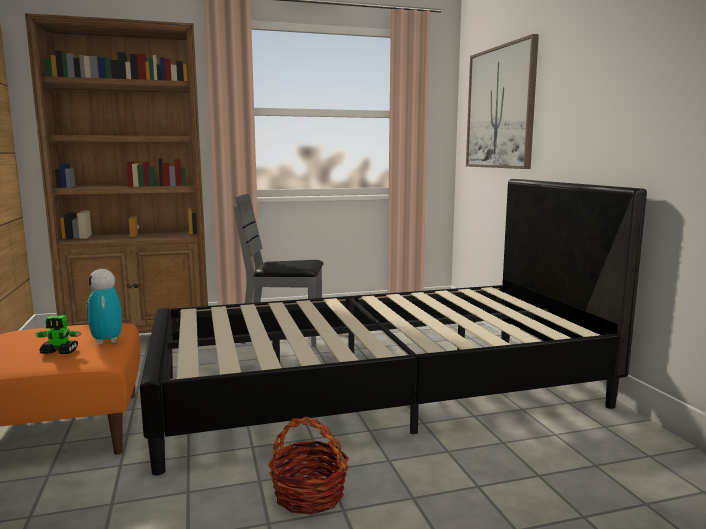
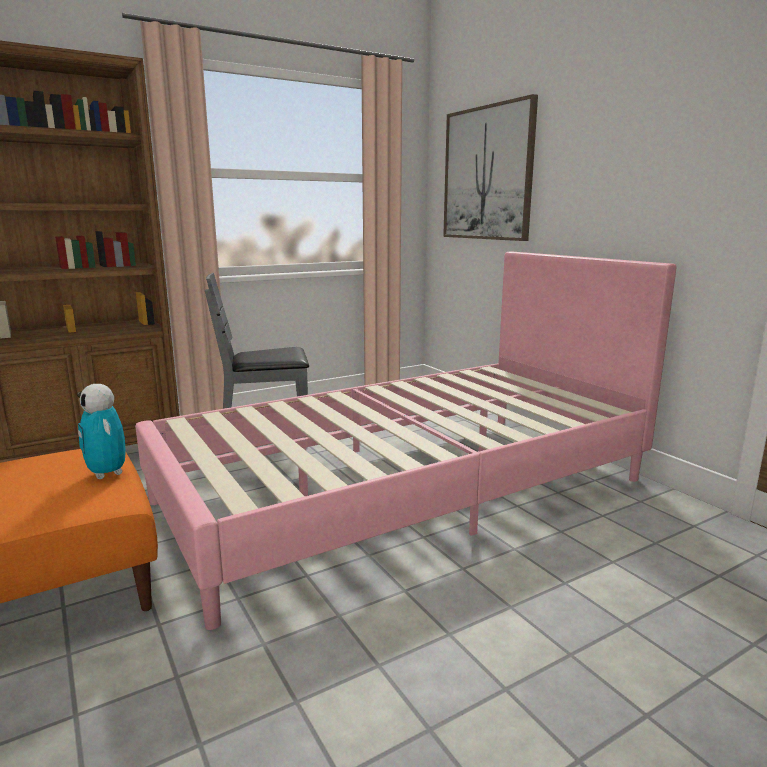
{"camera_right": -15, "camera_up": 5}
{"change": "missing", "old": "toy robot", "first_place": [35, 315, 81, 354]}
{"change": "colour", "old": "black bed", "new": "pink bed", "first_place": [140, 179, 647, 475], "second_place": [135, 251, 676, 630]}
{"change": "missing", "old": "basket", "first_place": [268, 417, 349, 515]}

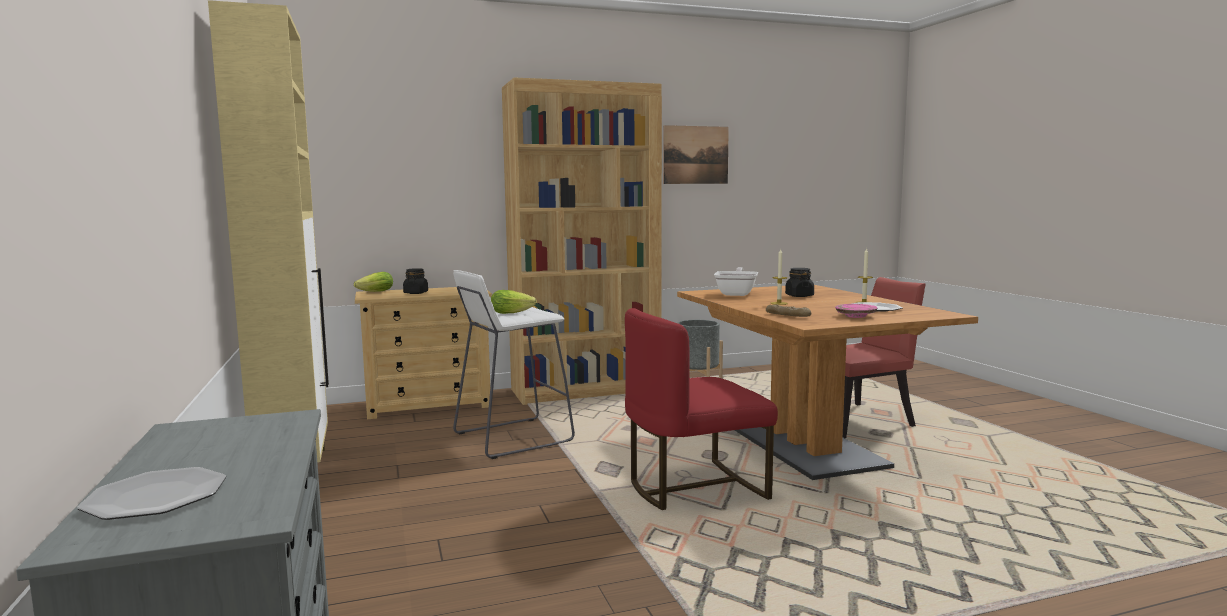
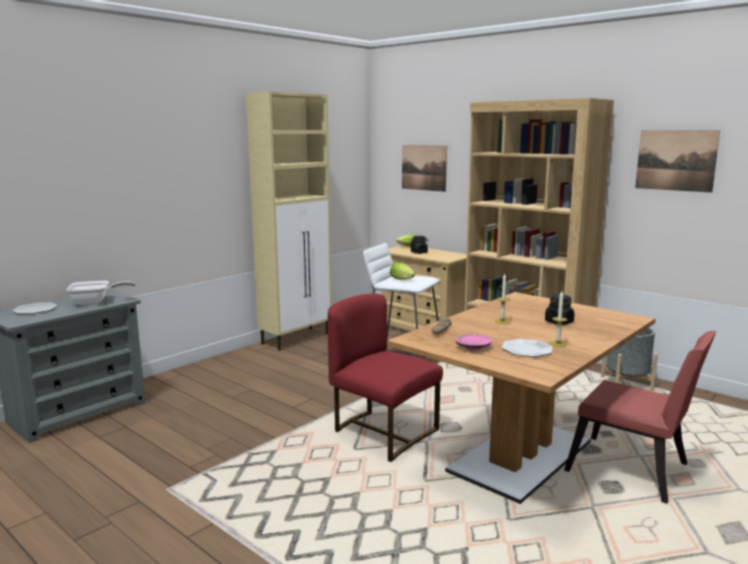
{"camera_right": 60, "camera_up": 5}
{"change": "relocated", "old": "frying pan", "first_place": [714, 267, 758, 296], "second_place": [67, 281, 136, 306]}
{"change": "appeared", "new": "picture", "second_place": [402, 145, 447, 192]}

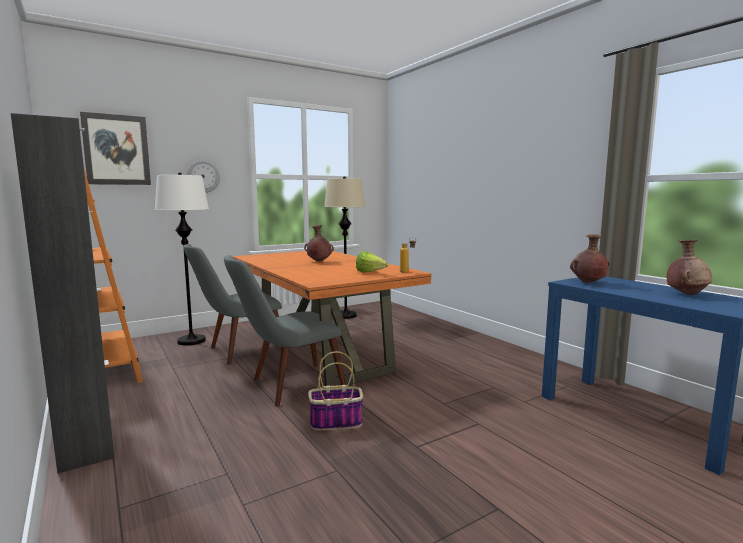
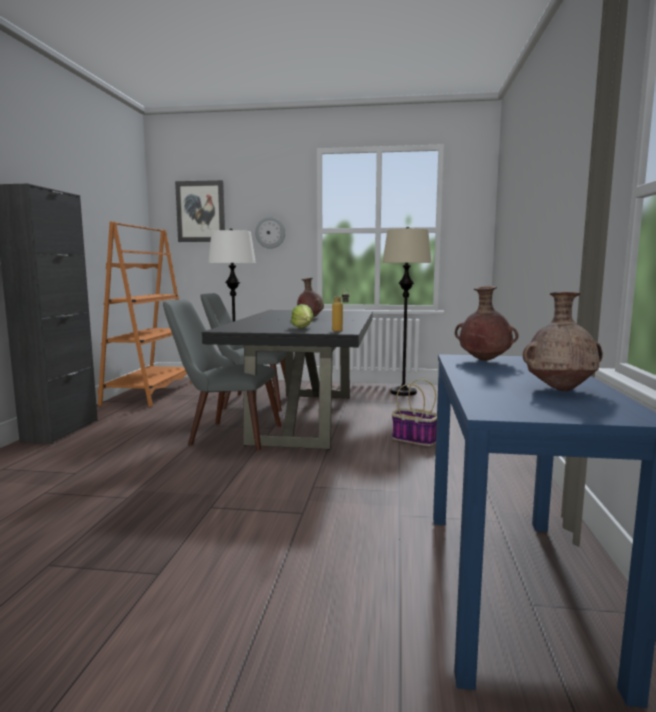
{"camera_right": 40, "camera_up": 0}
{"change": "colour", "old": "orange dining table", "new": "black dining table", "first_place": [233, 251, 431, 386], "second_place": [202, 310, 373, 450]}
{"change": "relocated", "old": "basket", "first_place": [308, 351, 363, 431], "second_place": [392, 379, 437, 446]}

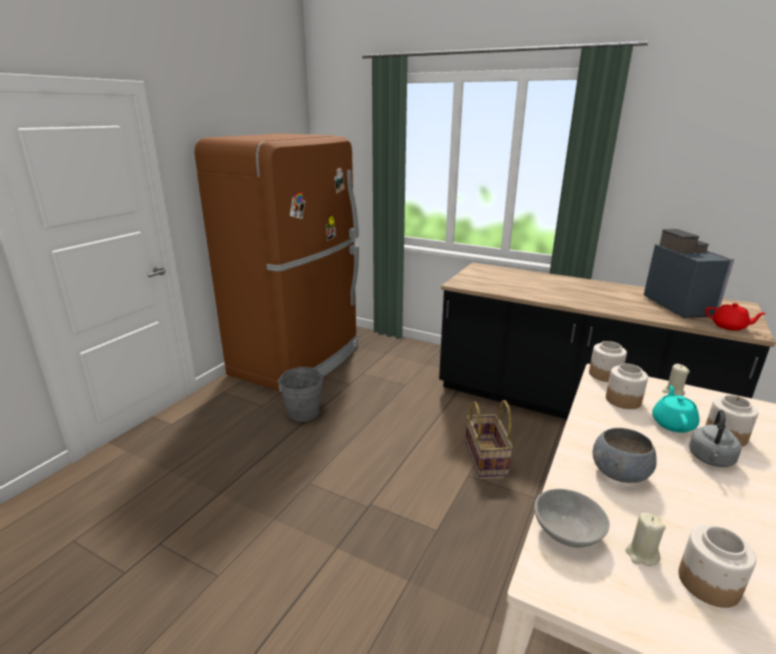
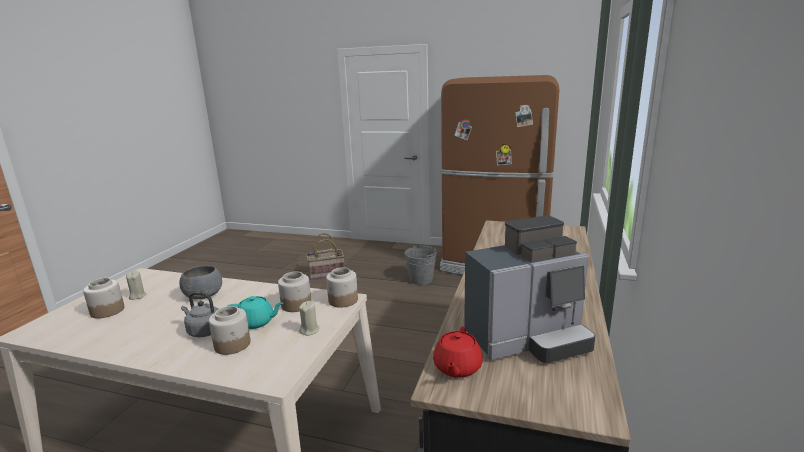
{"camera_right": 80, "camera_up": -5}
{"change": "relocated", "old": "basket", "first_place": [465, 400, 513, 477], "second_place": [306, 233, 345, 280]}
{"change": "missing", "old": "grey bowl", "first_place": [534, 489, 609, 548]}

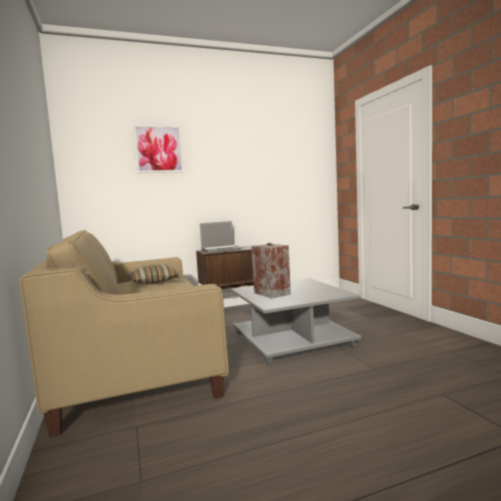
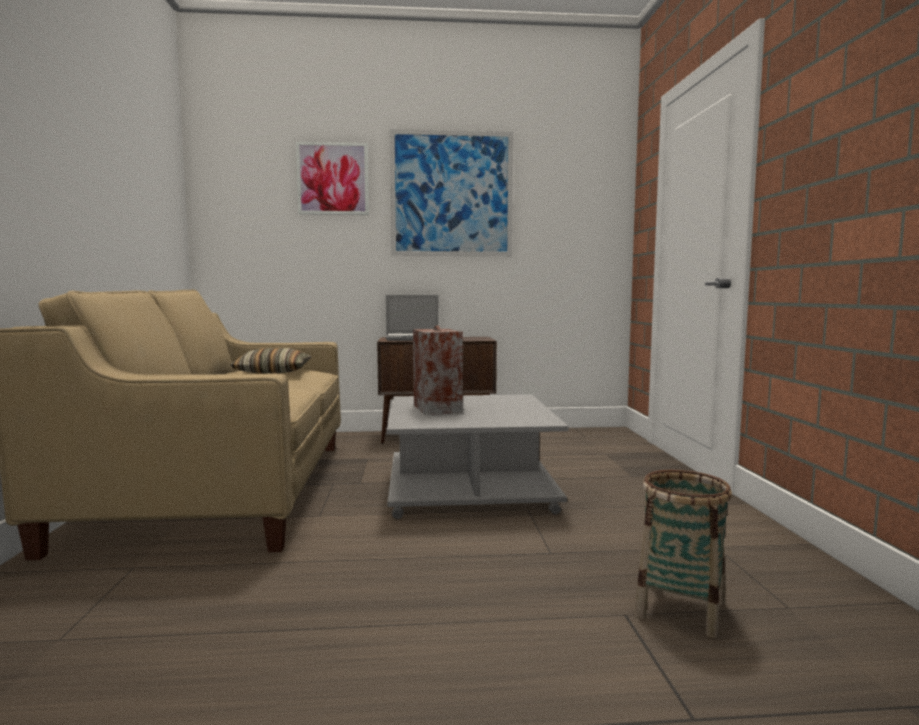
{"camera_right": 15, "camera_up": 0}
{"change": "appeared", "new": "picture", "second_place": [390, 129, 513, 256]}
{"change": "appeared", "new": "basket", "second_place": [634, 470, 732, 638]}

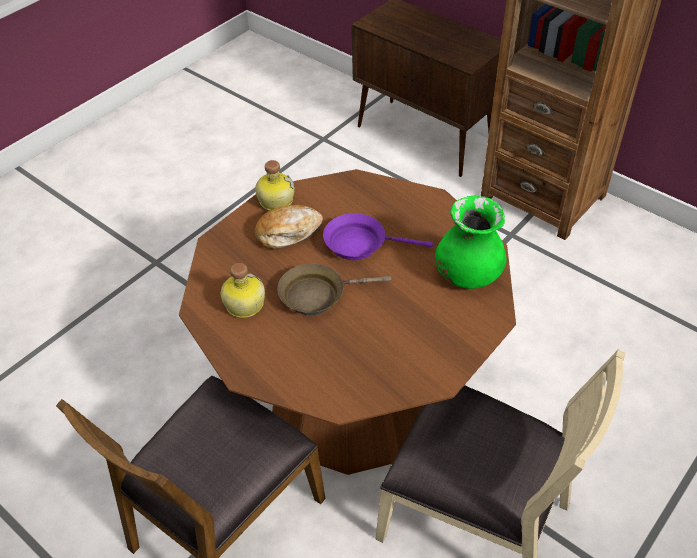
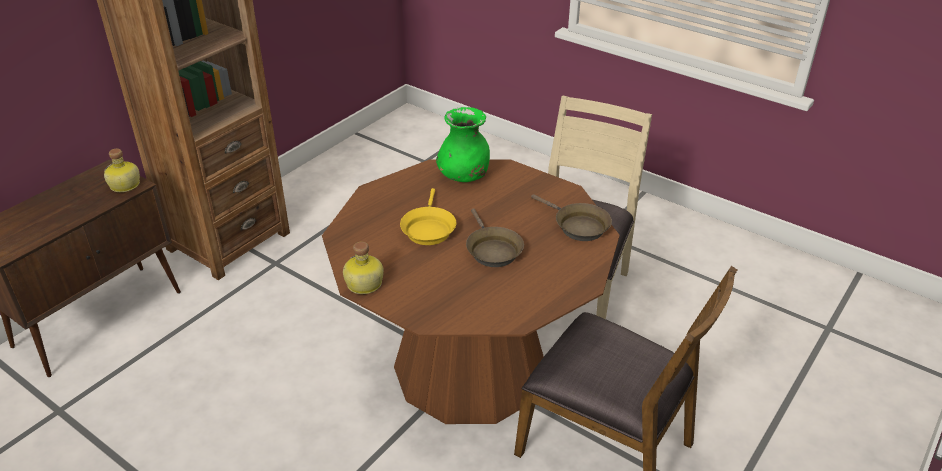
{"camera_right": -95, "camera_up": -10}
{"change": "relocated", "old": "bottle", "first_place": [221, 263, 265, 318], "second_place": [104, 149, 140, 192]}
{"change": "missing", "old": "bread", "first_place": [255, 205, 323, 249]}
{"change": "colour", "old": "purple frying pan", "new": "yellow frying pan", "first_place": [323, 213, 433, 260], "second_place": [400, 188, 456, 245]}
{"change": "appeared", "new": "brown frying pan", "second_place": [531, 194, 612, 241]}

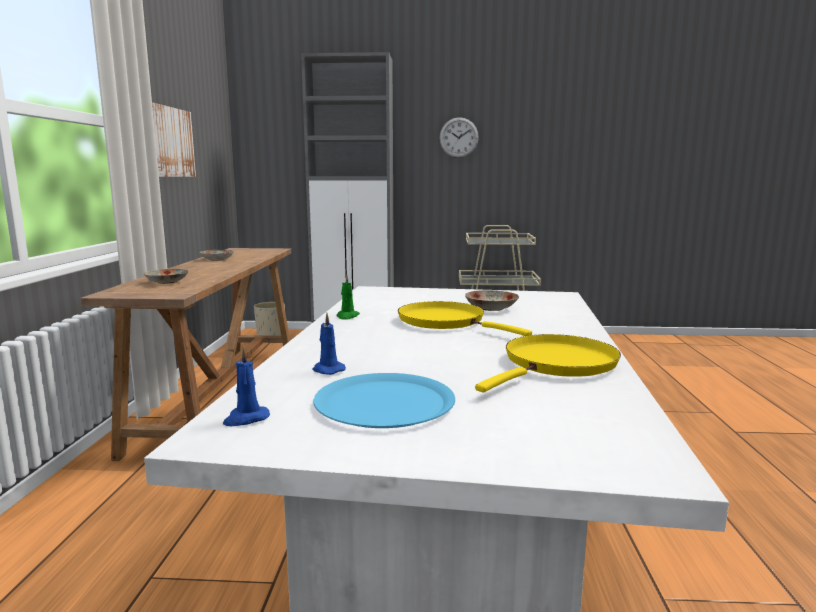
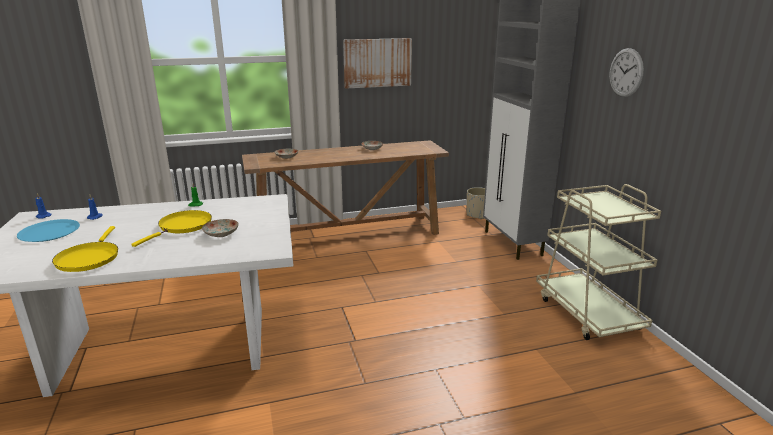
{"camera_right": 70, "camera_up": 10}
{"change": "spun", "old": "yellow frying pan", "first_place": [475, 334, 621, 392], "second_place": [52, 226, 118, 272], "degrees": 60}

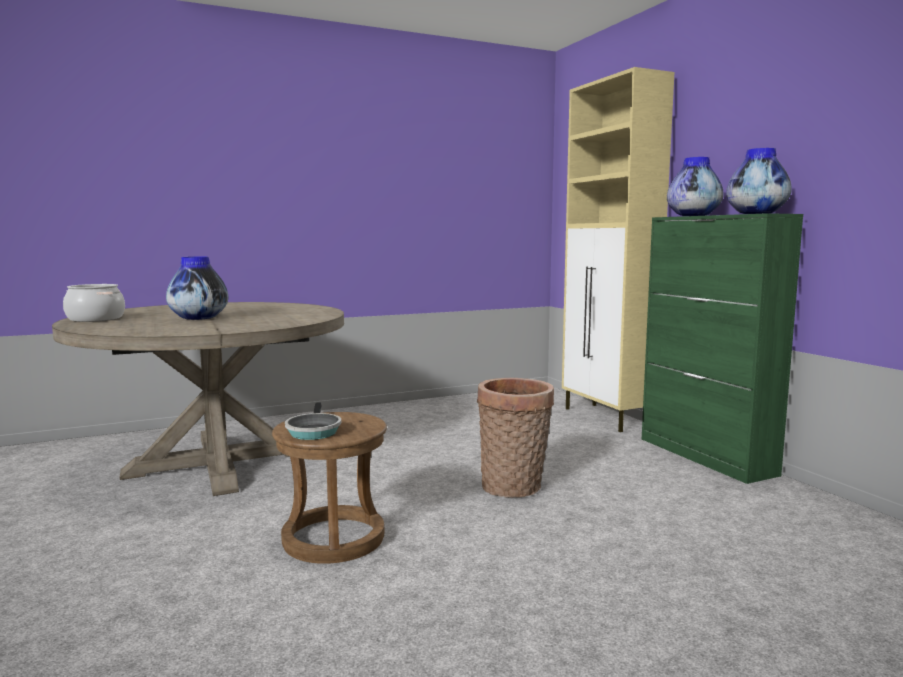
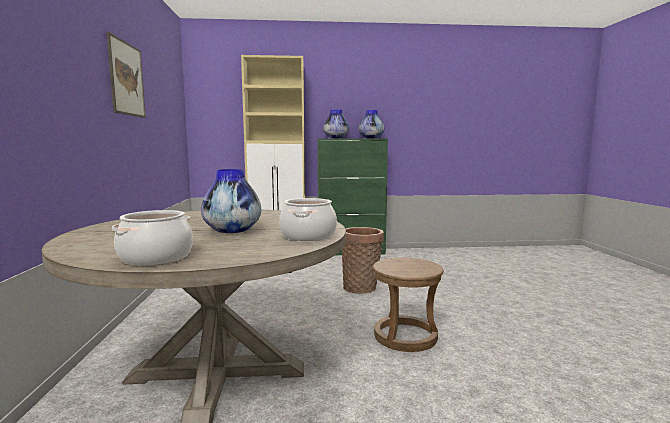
{"camera_right": -70, "camera_up": 0}
{"change": "missing", "old": "frying pan", "first_place": [285, 402, 341, 440]}
{"change": "appeared", "new": "picture", "second_place": [106, 32, 146, 118]}
{"change": "appeared", "new": "cooking pot", "second_place": [279, 198, 337, 241]}

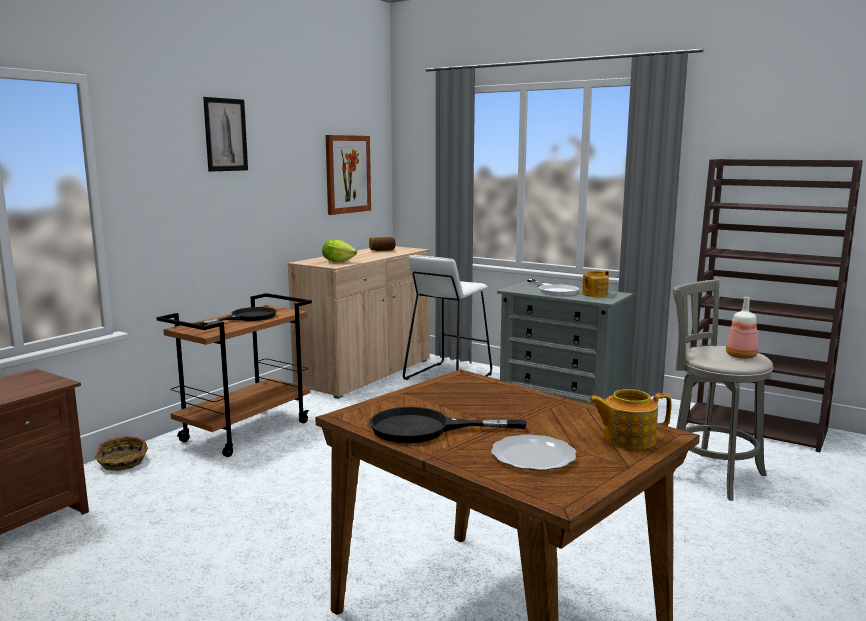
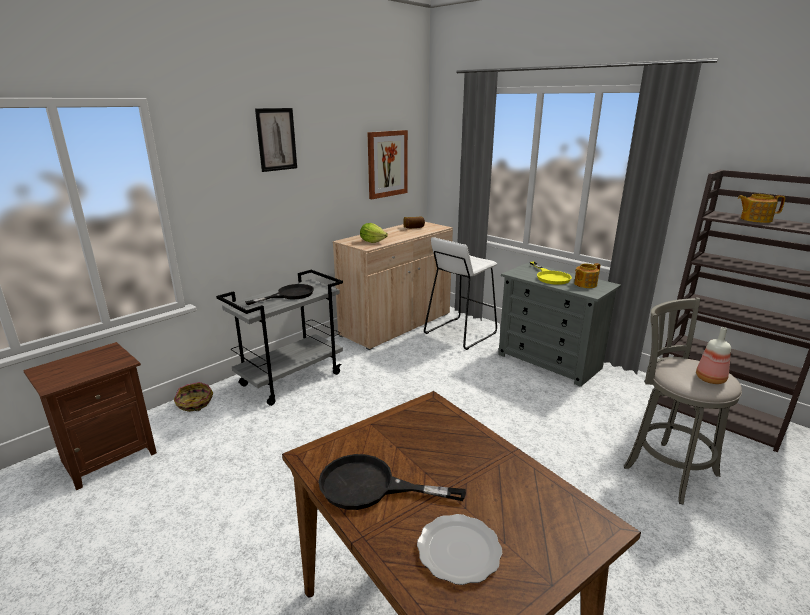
{"camera_right": 10, "camera_up": 10}
{"change": "colour", "old": "brown cart", "new": "grey cart", "first_place": [157, 293, 312, 457], "second_place": [216, 270, 343, 406]}
{"change": "colour", "old": "white frying pan", "new": "yellow frying pan", "first_place": [527, 279, 579, 296], "second_place": [530, 262, 572, 285]}
{"change": "relocated", "old": "teapot", "first_place": [588, 389, 671, 450], "second_place": [738, 194, 785, 223]}

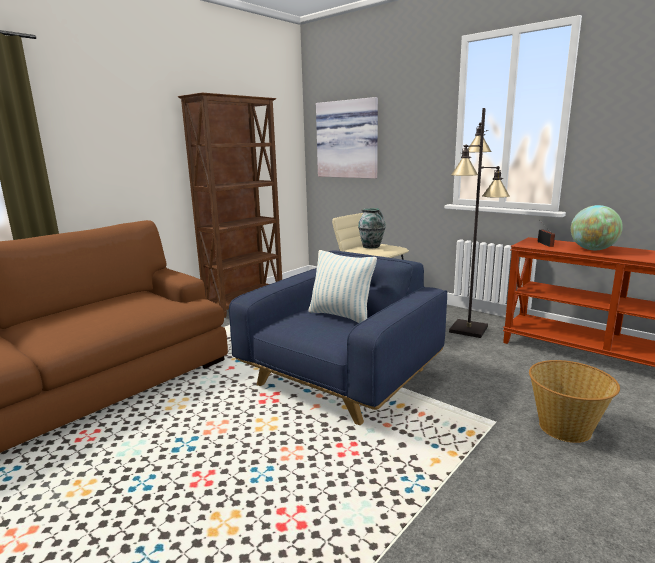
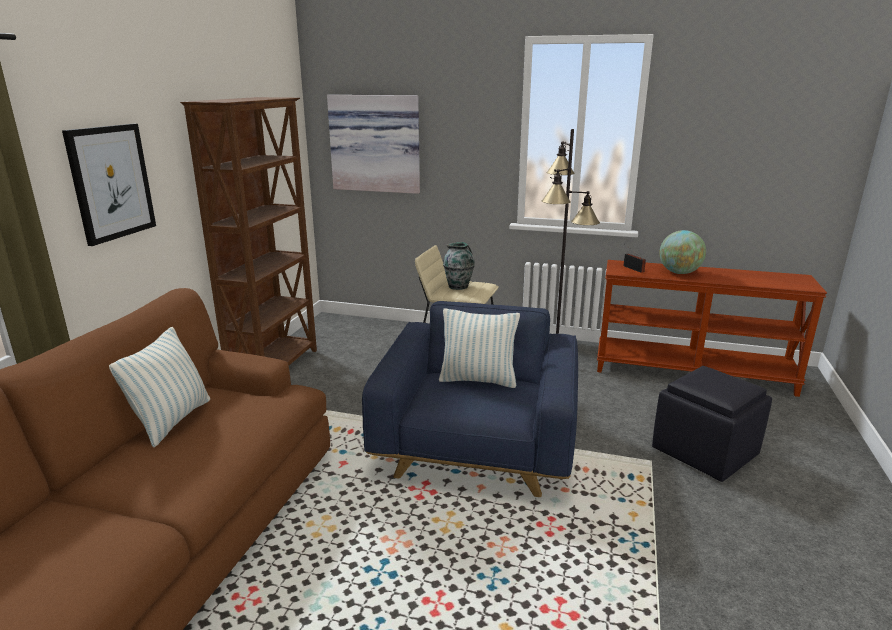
{"camera_right": -25, "camera_up": 5}
{"change": "exchanged", "old": "basket", "new": "black ottoman", "first_place": [529, 360, 620, 443], "second_place": [652, 366, 772, 482]}
{"change": "appeared", "new": "picture", "second_place": [62, 124, 156, 246]}
{"change": "appeared", "new": "pillow", "second_place": [109, 327, 210, 447]}

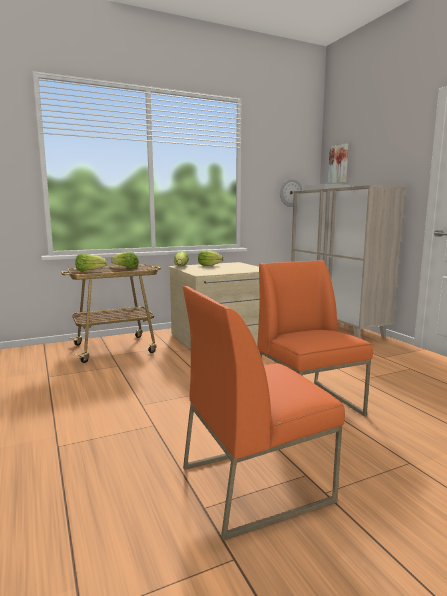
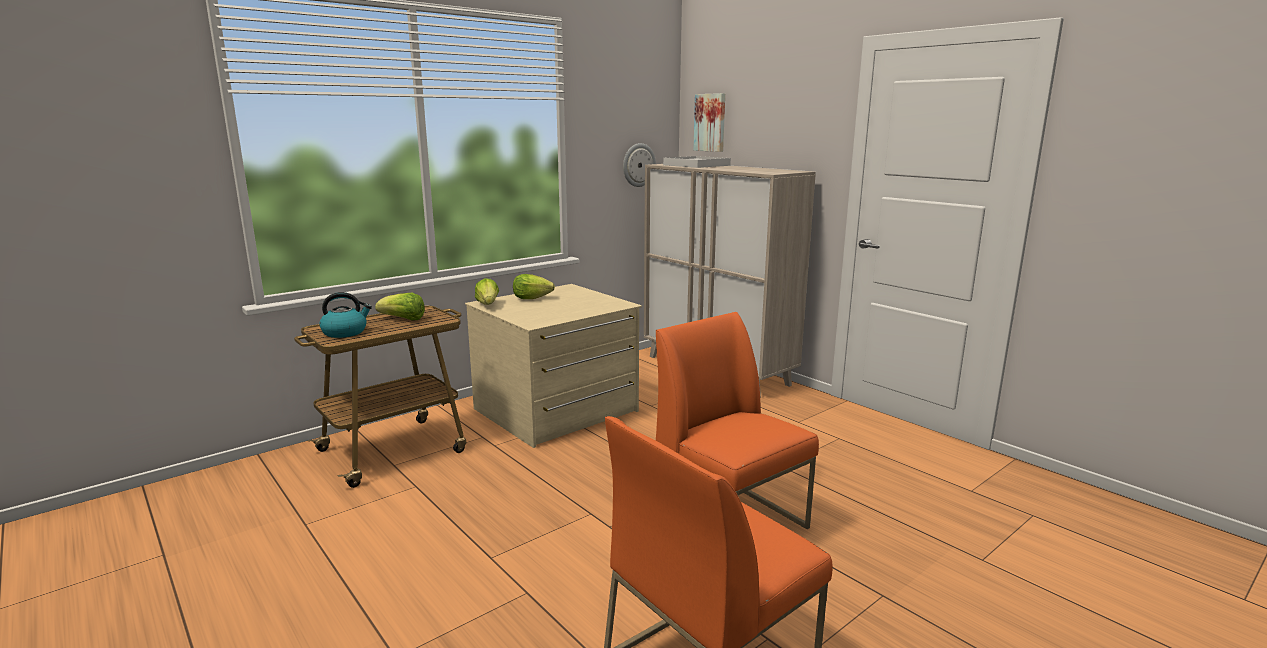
{"camera_right": -15, "camera_up": 5}
{"change": "exchanged", "old": "lettuce", "new": "kettle", "first_place": [75, 254, 107, 271], "second_place": [319, 292, 372, 338]}

